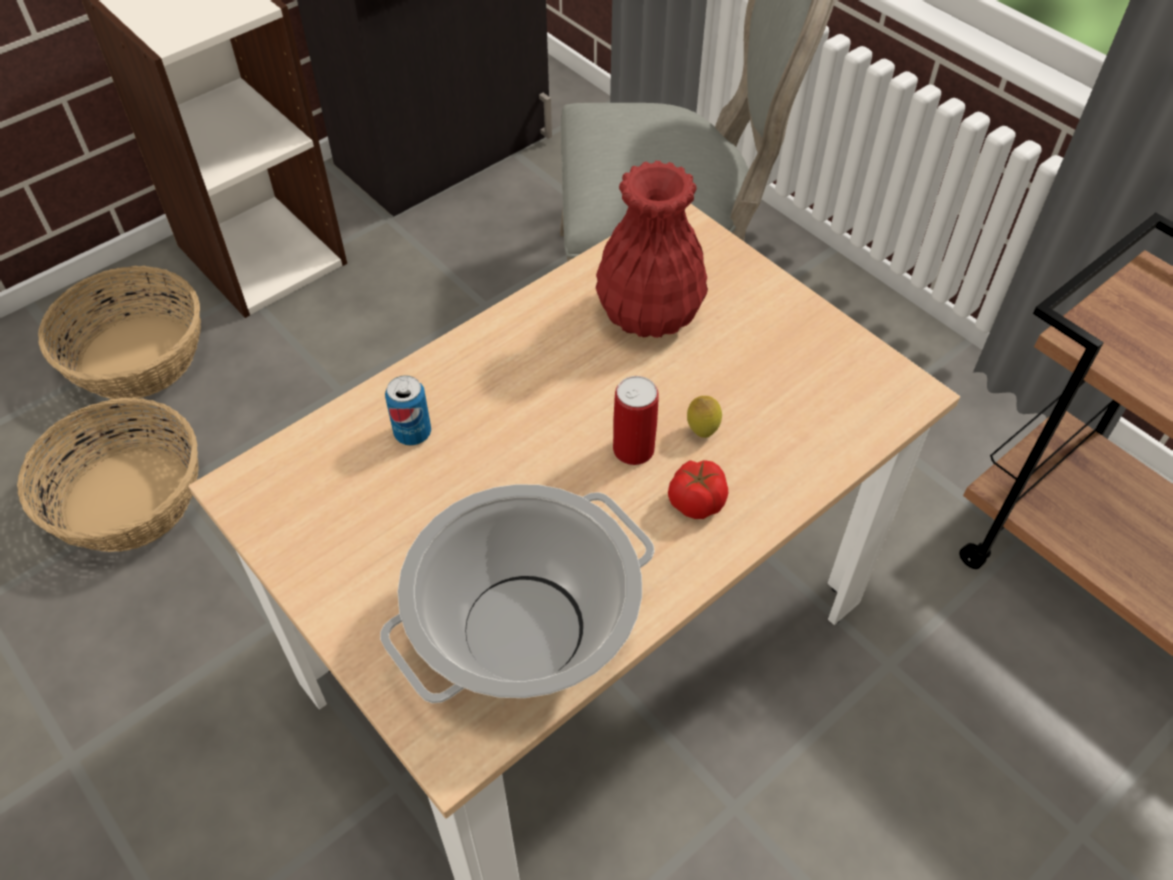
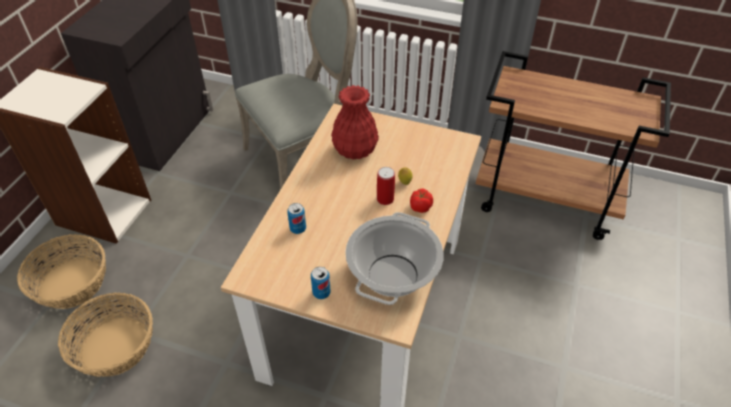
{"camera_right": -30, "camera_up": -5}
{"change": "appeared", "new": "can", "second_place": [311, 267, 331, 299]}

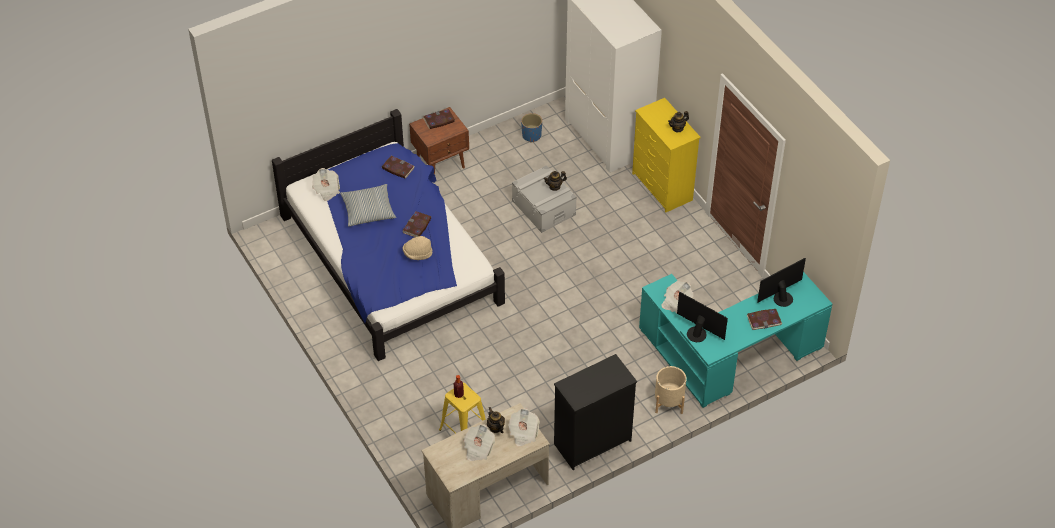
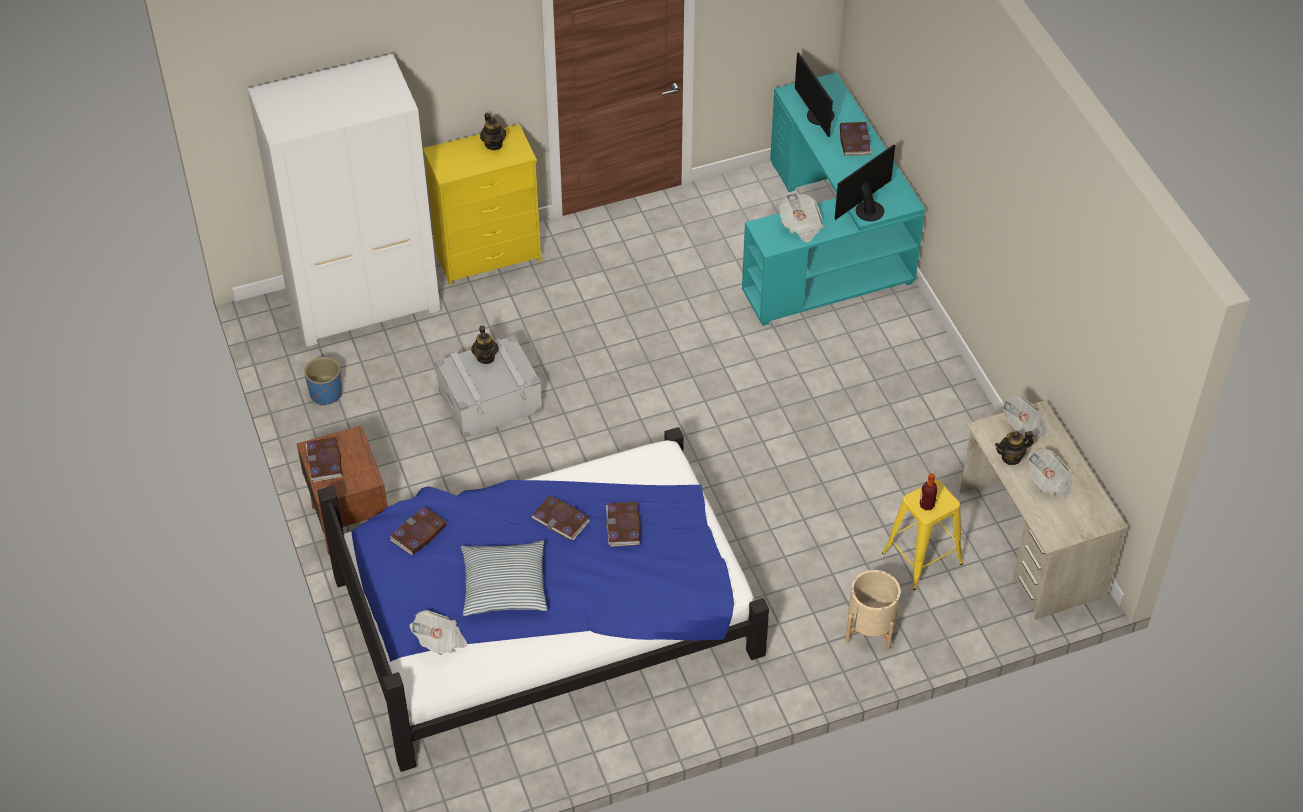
{"camera_right": -80, "camera_up": 0}
{"change": "exchanged", "old": "beige hat", "new": "book", "first_place": [403, 236, 433, 260], "second_place": [606, 502, 640, 547]}
{"change": "missing", "old": "black dresser", "first_place": [554, 354, 637, 470]}
{"change": "relocated", "old": "beige planter", "first_place": [655, 366, 687, 414], "second_place": [845, 570, 901, 650]}

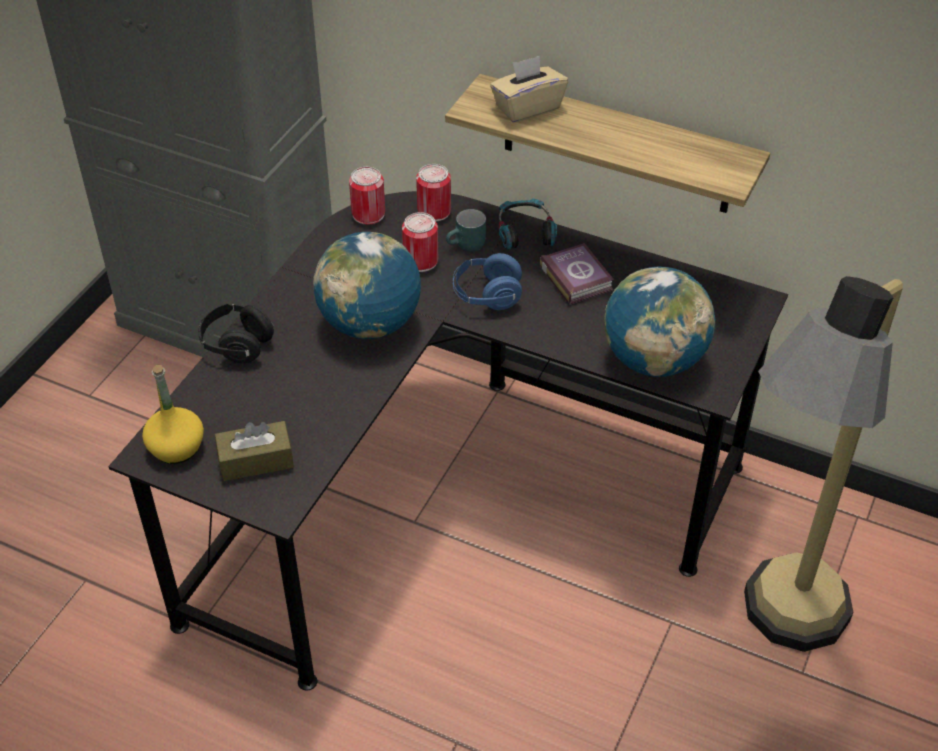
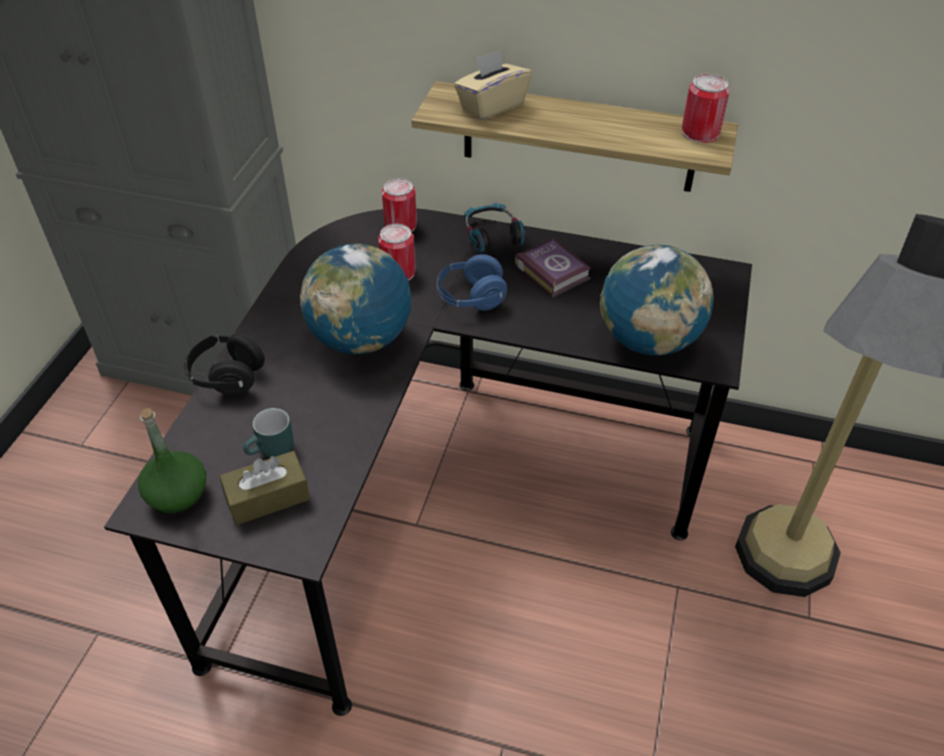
{"camera_right": -10, "camera_up": 0}
{"change": "colour", "old": "yellow bottle", "new": "green bottle", "first_place": [142, 365, 204, 464], "second_place": [138, 408, 206, 514]}
{"change": "relocated", "old": "can", "first_place": [349, 167, 385, 225], "second_place": [682, 74, 730, 143]}
{"change": "relocated", "old": "turquoise mug", "first_place": [446, 209, 486, 252], "second_place": [243, 408, 294, 458]}

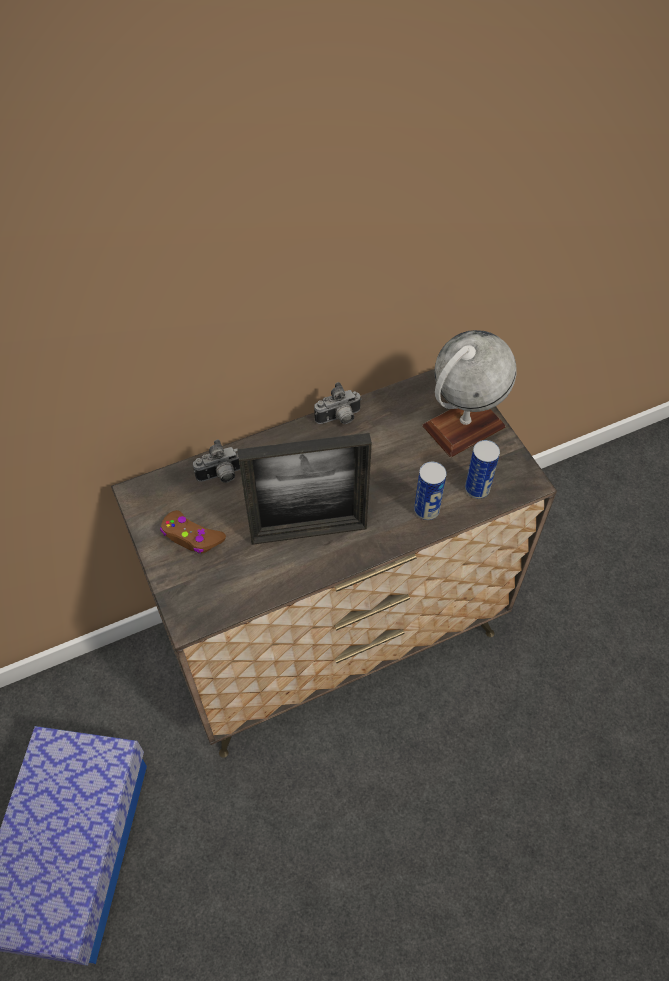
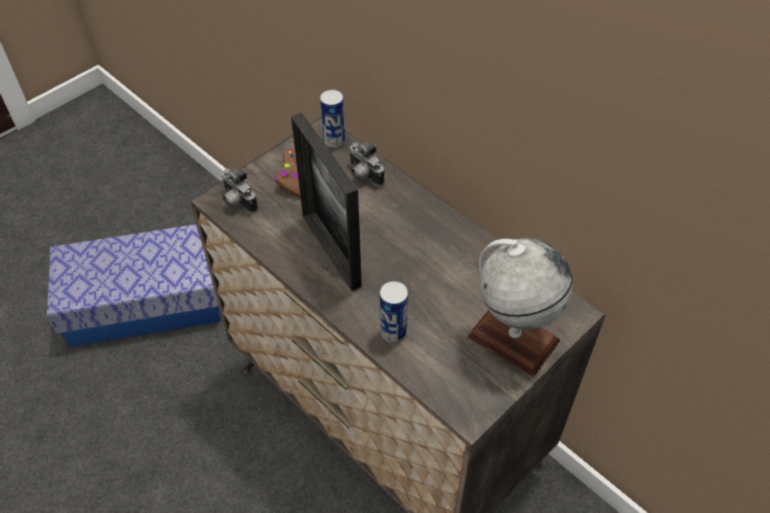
{"camera_right": 70, "camera_up": -5}
{"change": "relocated", "old": "photo camera", "first_place": [314, 382, 362, 424], "second_place": [222, 168, 258, 213]}
{"change": "relocated", "old": "can", "first_place": [465, 440, 500, 499], "second_place": [320, 89, 345, 148]}

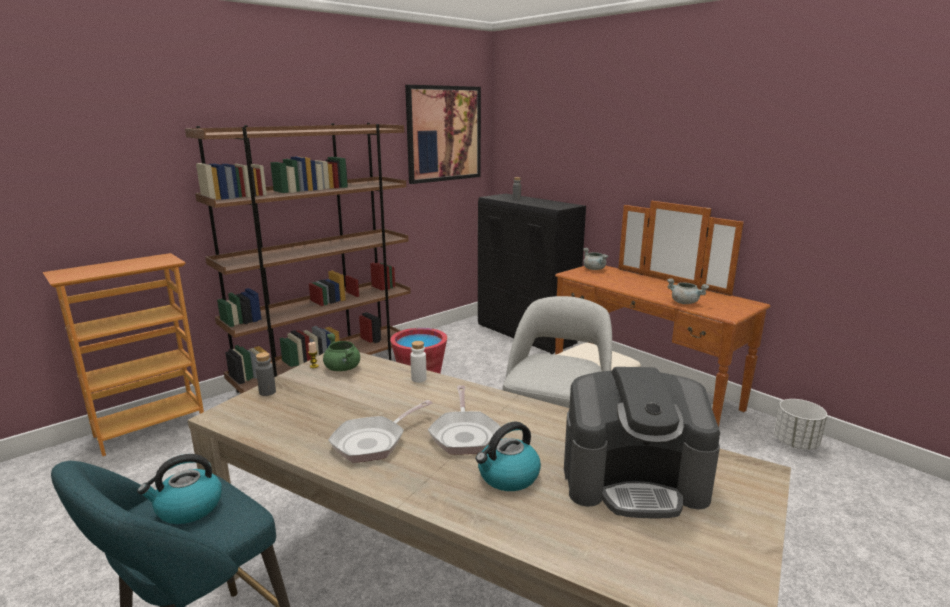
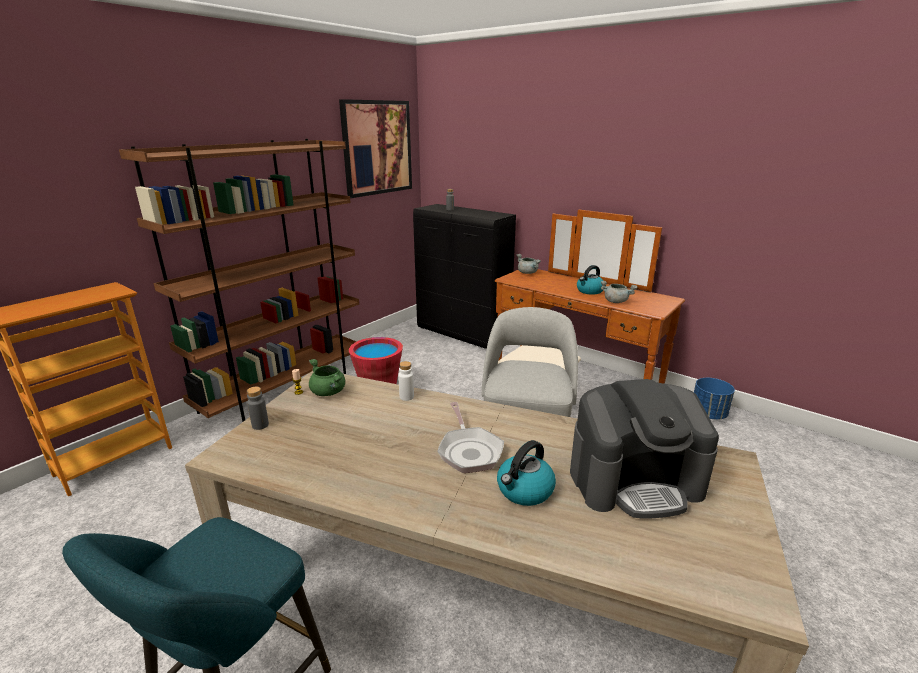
{"camera_right": -10, "camera_up": 5}
{"change": "relocated", "old": "kettle", "first_place": [137, 454, 222, 524], "second_place": [577, 265, 604, 295]}
{"change": "missing", "old": "frying pan", "first_place": [328, 400, 433, 463]}
{"change": "colour", "old": "white planter", "new": "blue planter", "first_place": [774, 399, 827, 449], "second_place": [694, 378, 735, 420]}

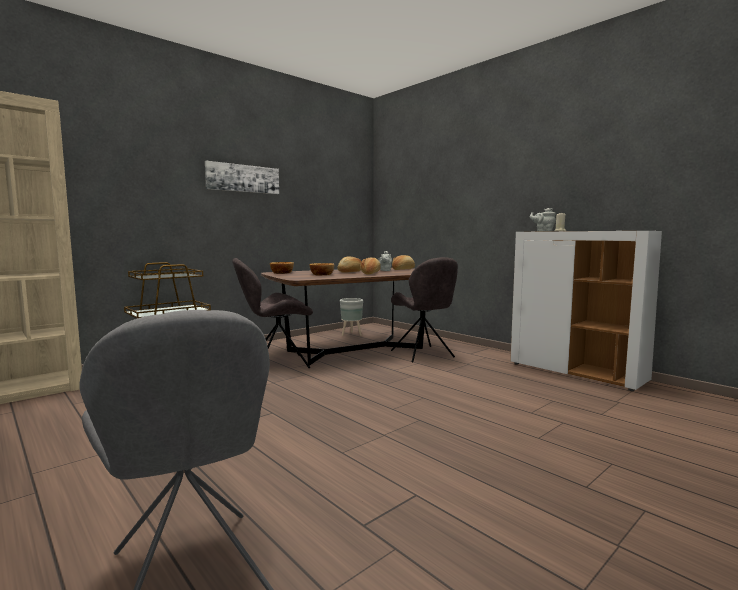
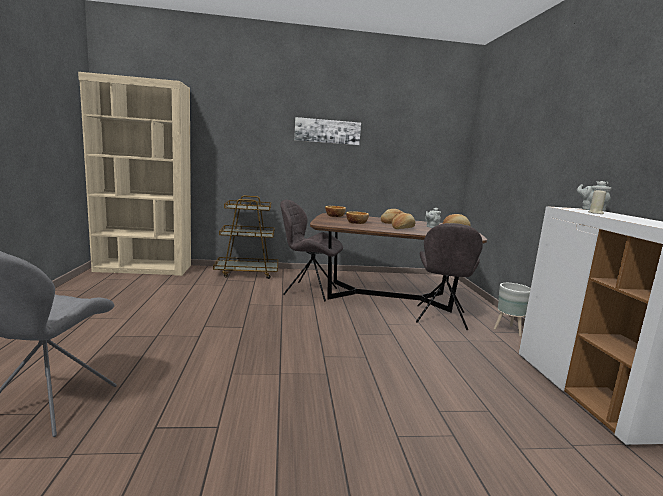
{"camera_right": 35, "camera_up": 5}
{"change": "relocated", "old": "grey planter", "first_place": [340, 298, 363, 336], "second_place": [494, 283, 531, 336]}

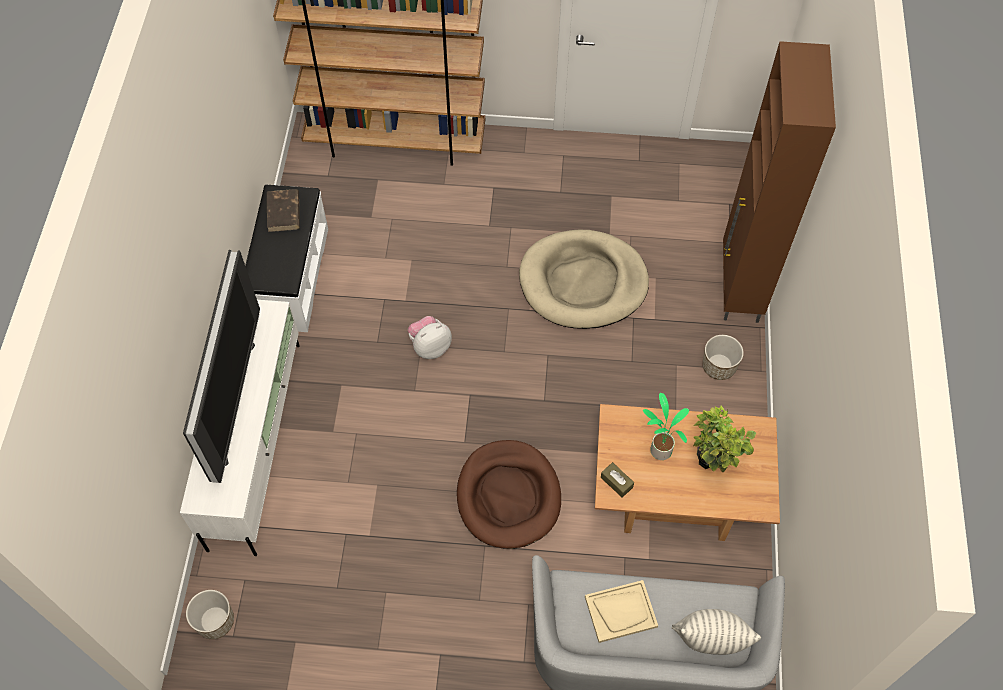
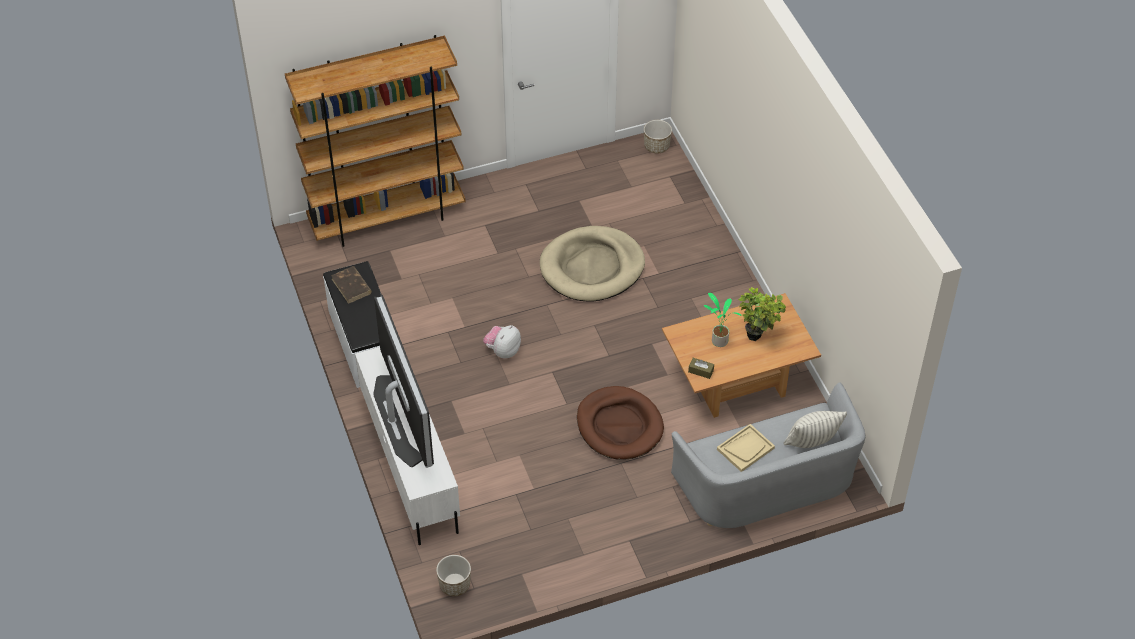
{"camera_right": -25, "camera_up": -10}
{"change": "relocated", "old": "planter", "first_place": [702, 335, 744, 380], "second_place": [644, 120, 672, 153]}
{"change": "missing", "old": "brown cabinet", "first_place": [723, 41, 836, 323]}

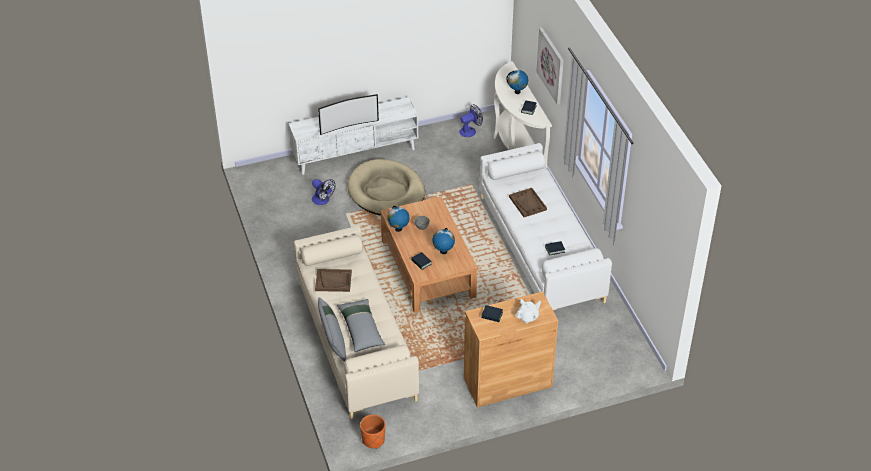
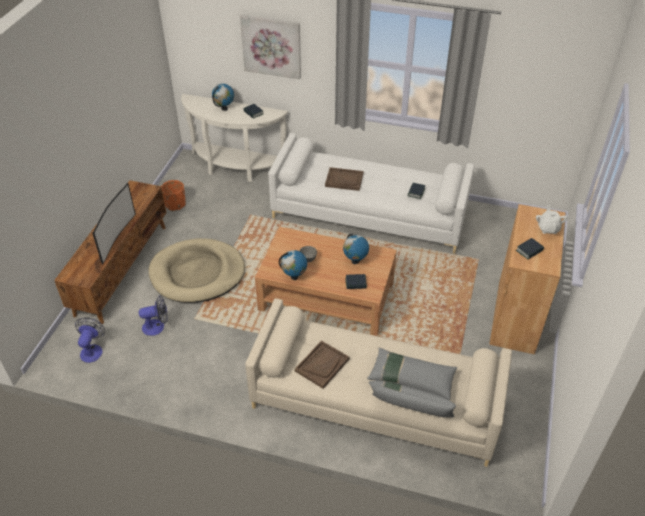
{"camera_right": -55, "camera_up": 0}
{"change": "colour", "old": "white tv stand", "new": "brown tv stand", "first_place": [288, 97, 418, 175], "second_place": [54, 180, 167, 324]}
{"change": "relocated", "old": "orange planter", "first_place": [360, 414, 385, 449], "second_place": [161, 180, 186, 211]}
{"change": "relocated", "old": "fan", "first_place": [459, 104, 483, 137], "second_place": [75, 317, 105, 363]}

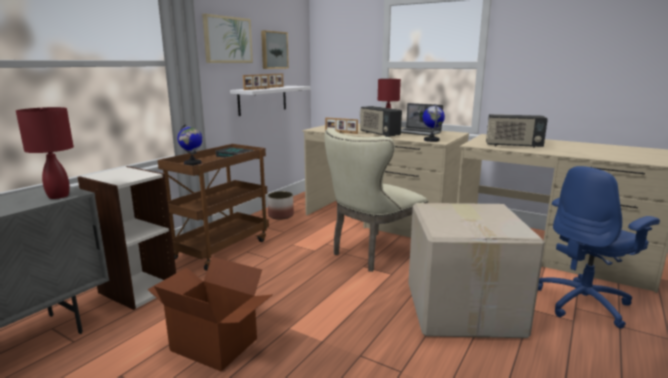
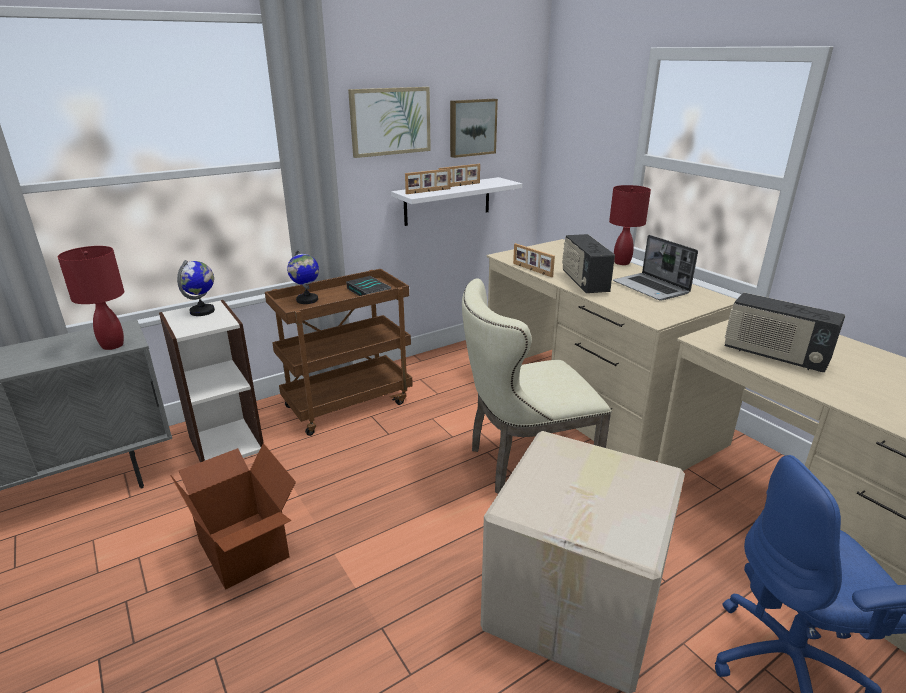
{"camera_right": 25, "camera_up": 10}
{"change": "missing", "old": "planter", "first_place": [268, 191, 294, 220]}
{"change": "relocated", "old": "globe", "first_place": [423, 104, 445, 142], "second_place": [177, 260, 215, 316]}

